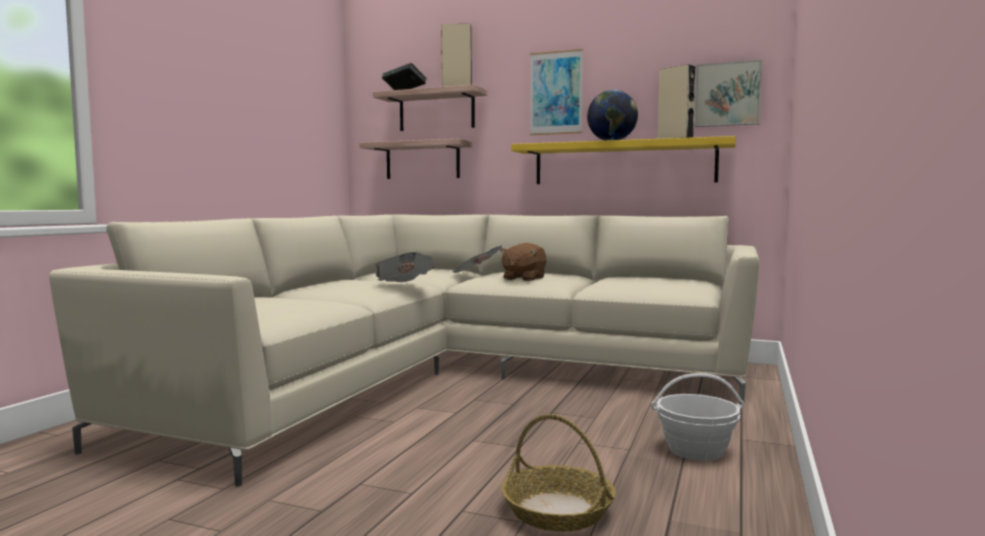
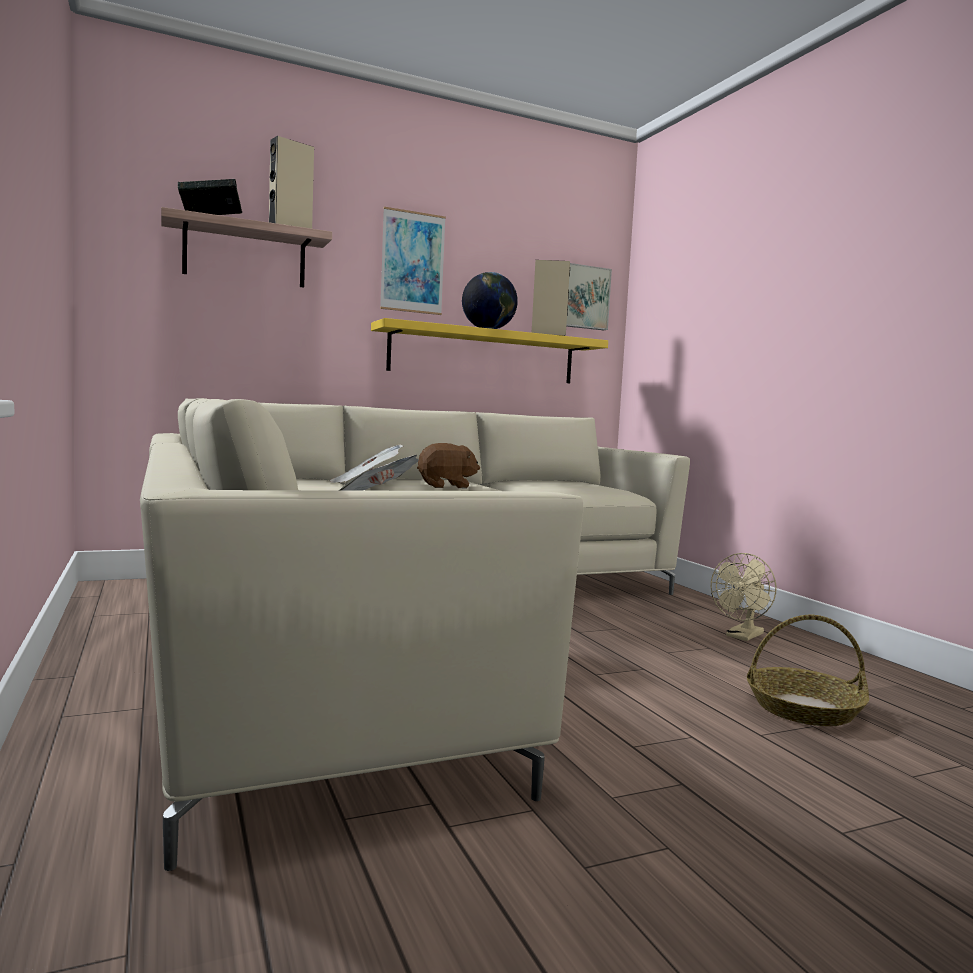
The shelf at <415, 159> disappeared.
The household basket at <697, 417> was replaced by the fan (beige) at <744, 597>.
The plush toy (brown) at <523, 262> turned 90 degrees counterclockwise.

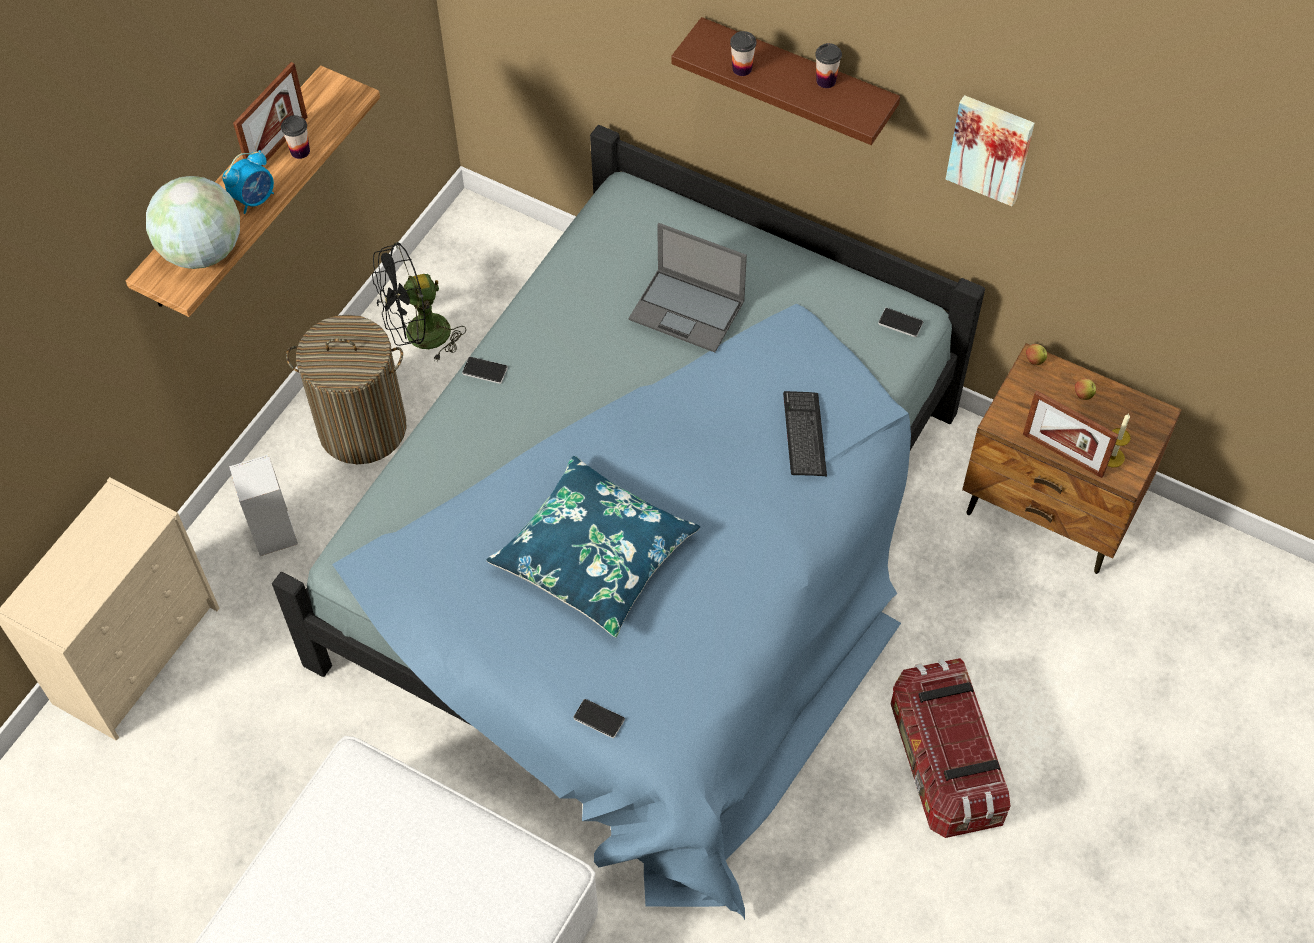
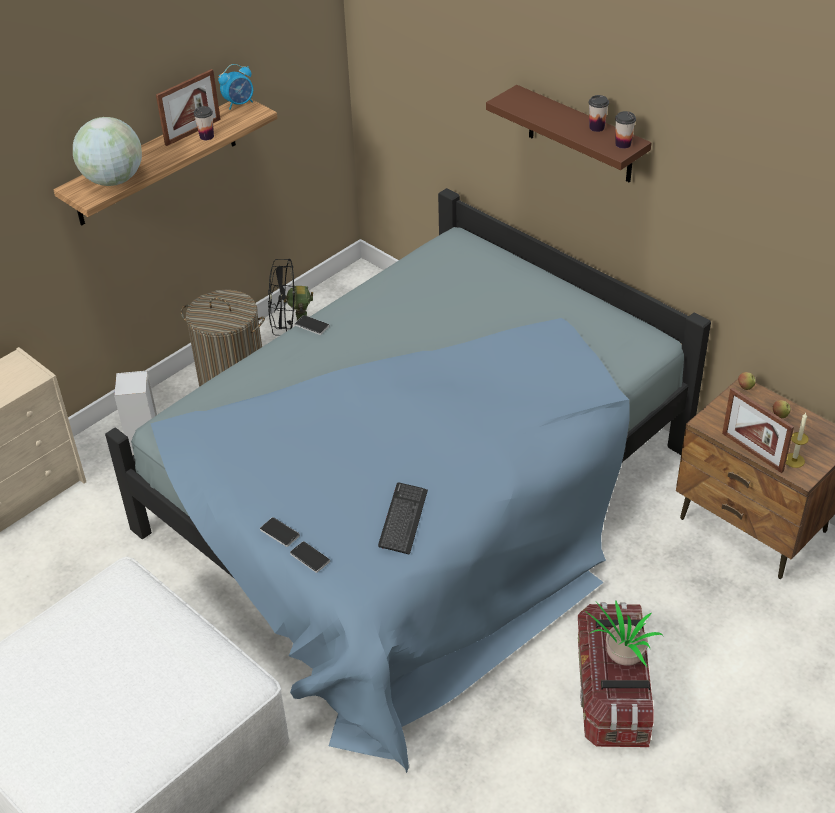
The throw pillow (blue) at <593, 547> disappeared.
The notebook computer at <688, 287> disappeared.
The wall picture at <990, 150> disappeared.
The plant in a pot at <625, 633> appeared.
The table clock moved from <248, 182> to <235, 87>.
The drinking cup moved from <743, 53> to <625, 130>.
The PC keyboard moved from <805, 433> to <403, 518>.
The phone moved from <900, 322> to <280, 532>.

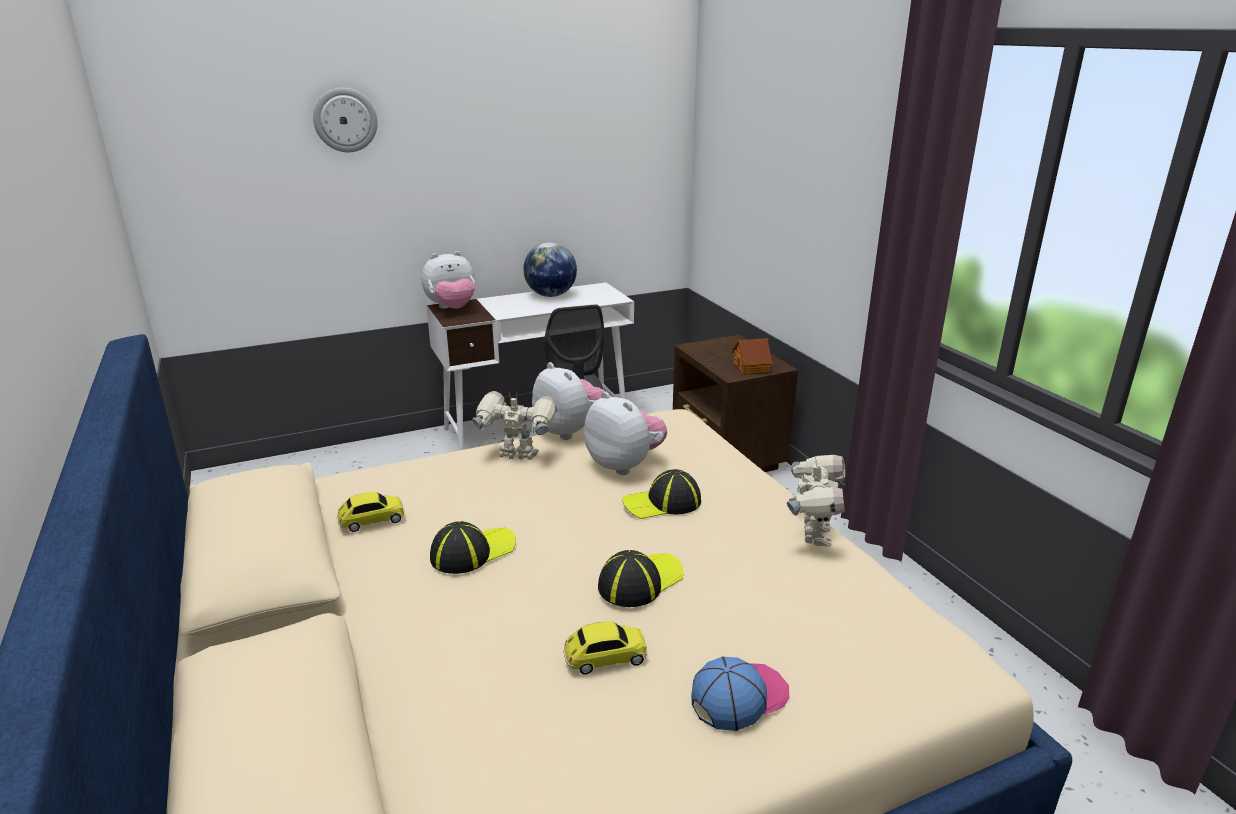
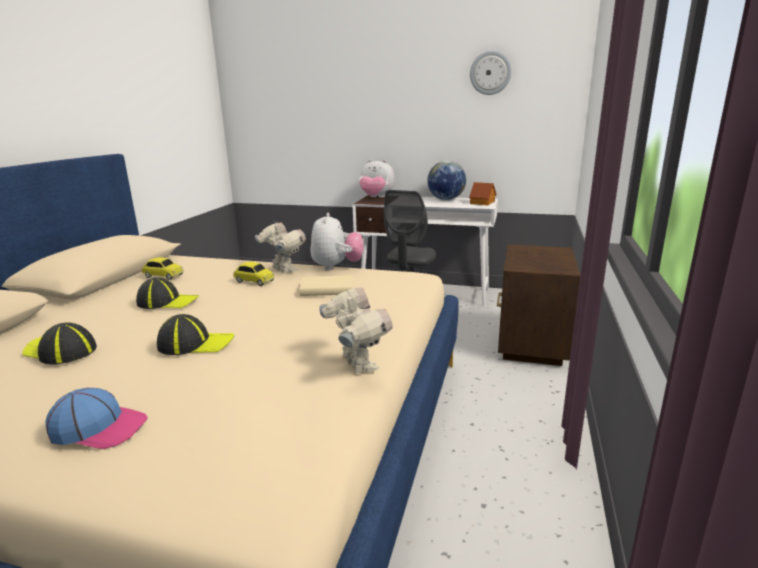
The wall clock moved from <345, 120> to <491, 72>.
The toy car moved from <605, 648> to <254, 274>.
The baseball cap moved from <661, 494> to <59, 343>.
The model house moved from <752, 356> to <483, 193>.
The plush toy at <625, 433> was replaced by the book (beige) at <326, 285>.
The robot figure at <816, 500> turned 75 degrees counterclockwise.

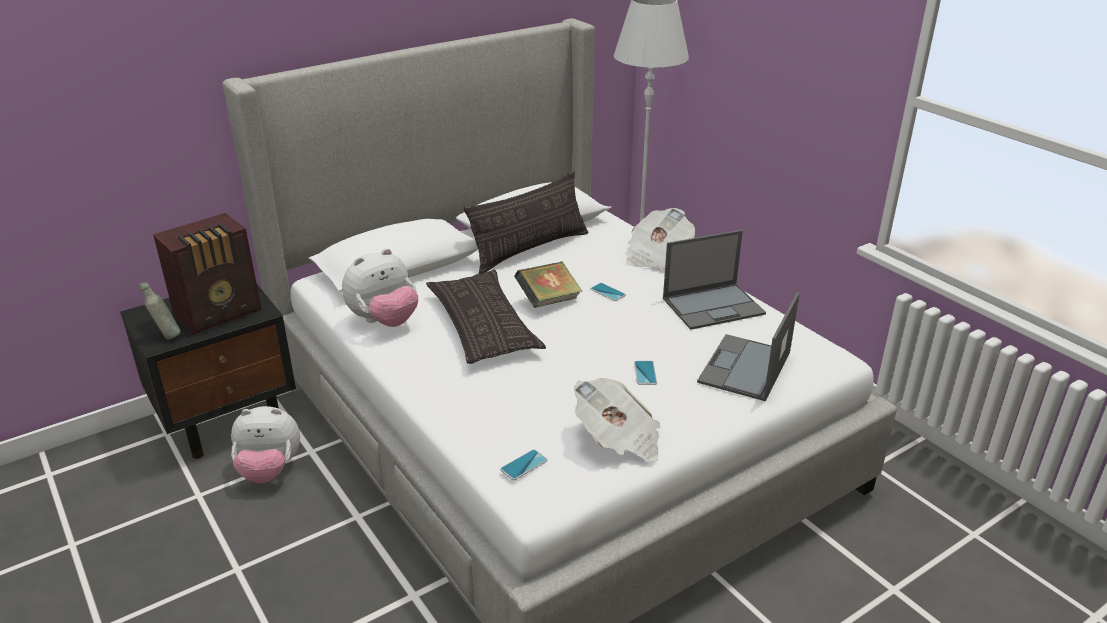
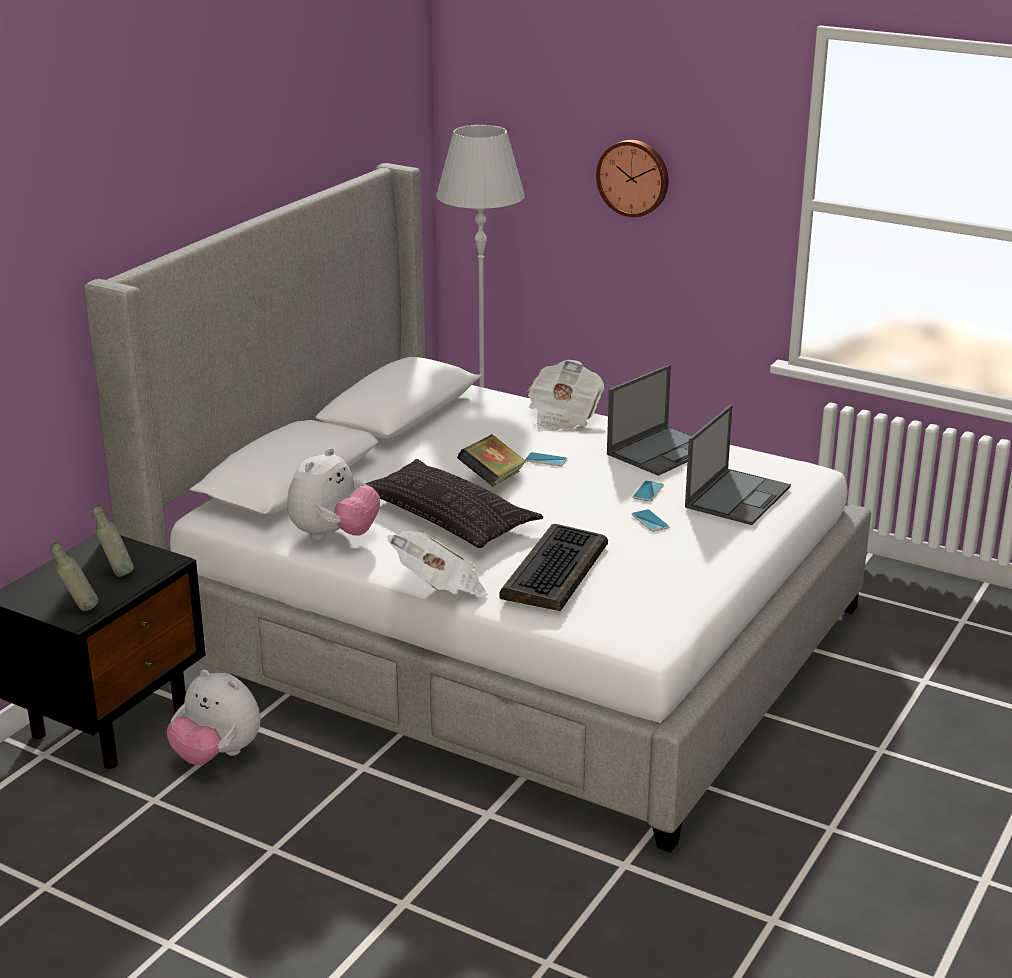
The throw pillow at <526, 222> disappeared.
The PC keyboard at <554, 567> appeared.
The wall clock at <632, 178> appeared.
The phone moved from <524, 464> to <648, 491>.
The printed paper moved from <617, 420> to <437, 563>.
The radio set at <207, 274> was replaced by the drink bottle (greyish) at <113, 541>.
The plush toy at <265, 444> turned 60 degrees clockwise.
The notebook computer at <748, 346> turned 150 degrees counterclockwise.

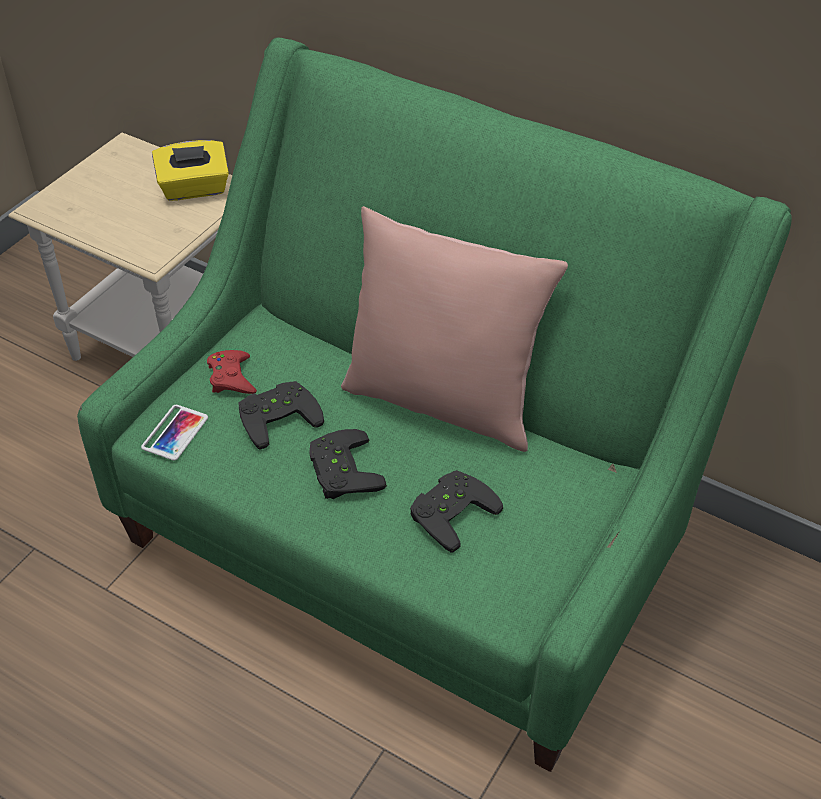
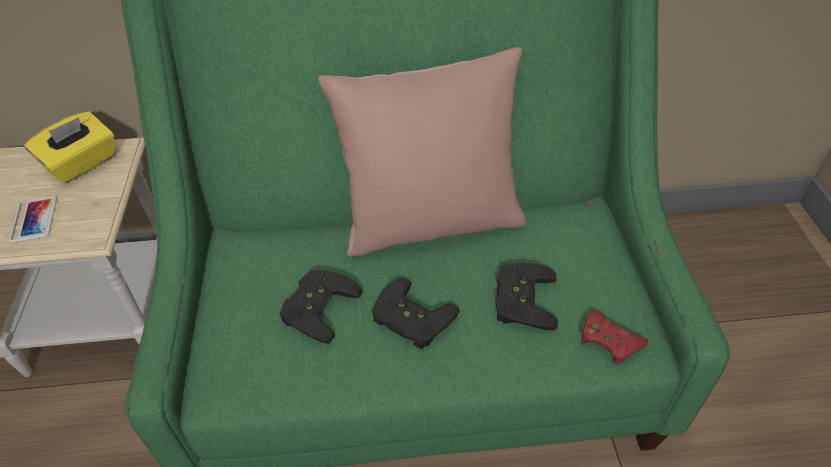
The phone moved from <174, 433> to <33, 219>.
The gamepad (red-coloured) moved from <232, 372> to <614, 337>.

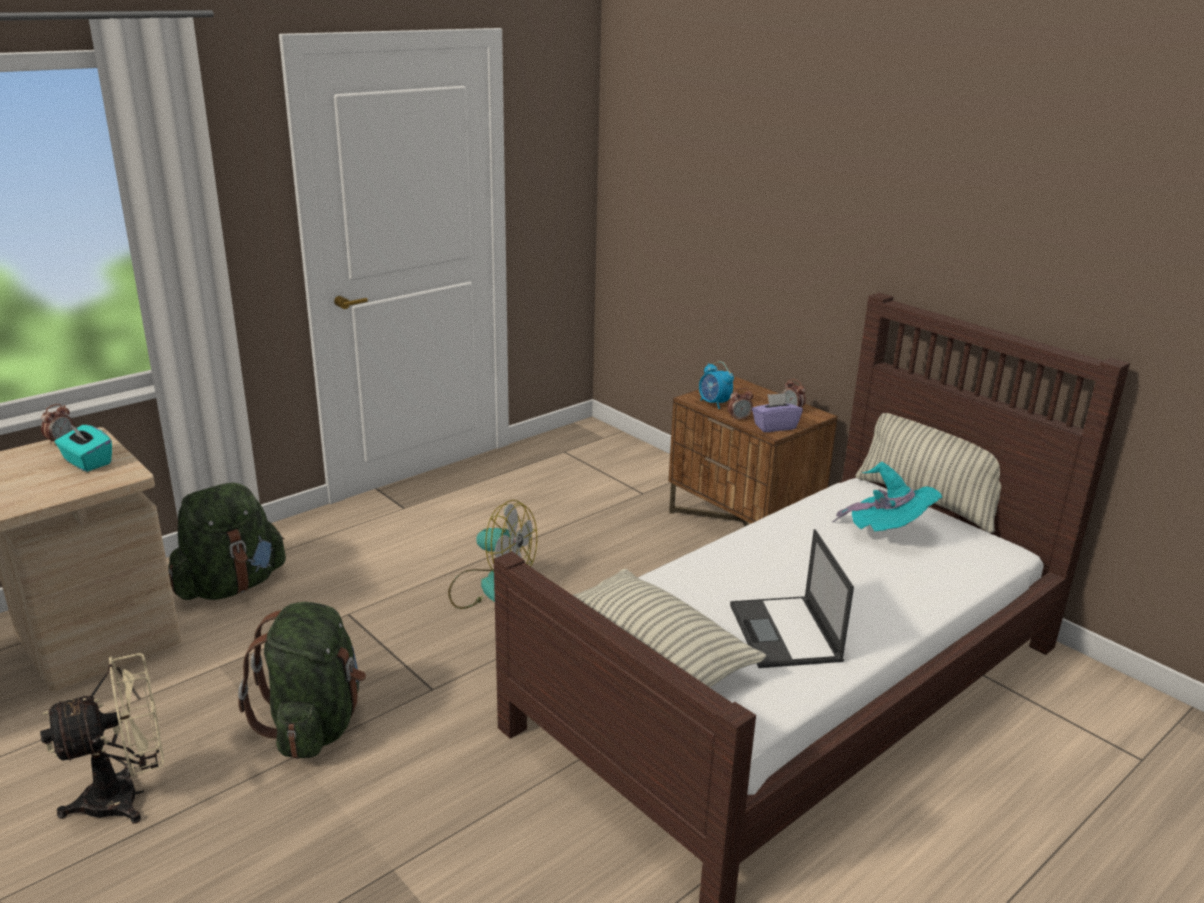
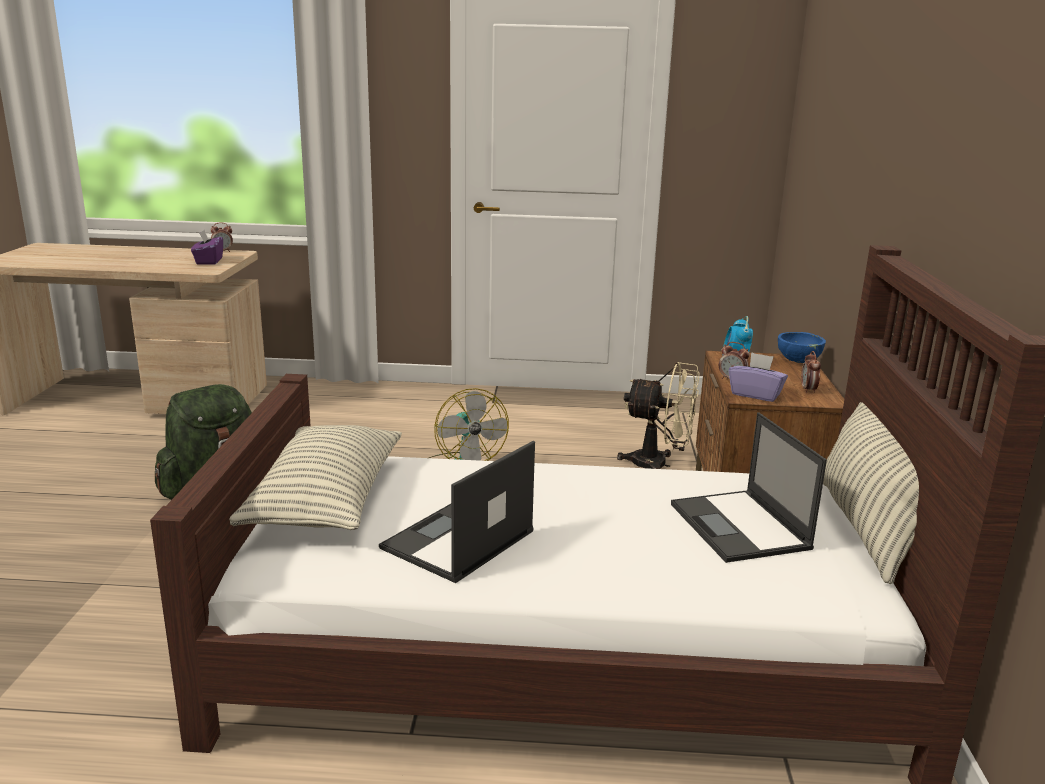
The backpack (greenish) at <227, 541> disappeared.
The deep dish (blue) at <802, 347> appeared.
The fan (beige) moved from <102, 738> to <658, 415>.
The clothing hat (turquoise) at <887, 496> was replaced by the notebook computer at <749, 487>.
The box of tissues (turquoise) at <83, 447> became the box of tissues (purplish) at <207, 247>.

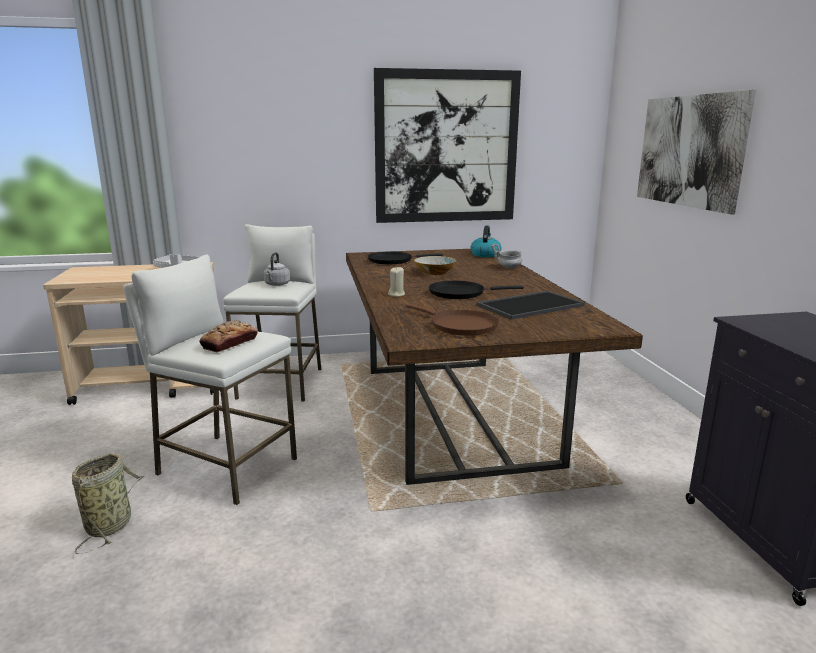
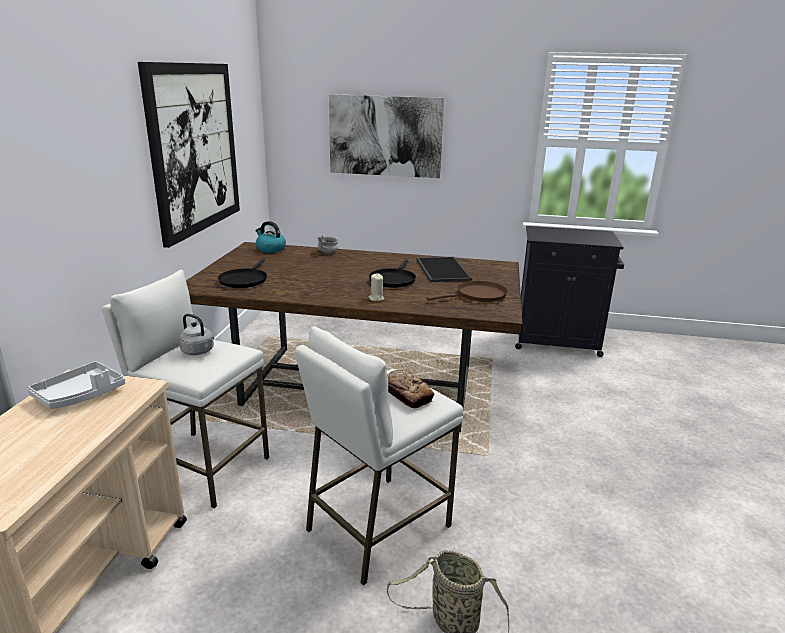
The deep dish at <435, 265> disappeared.

